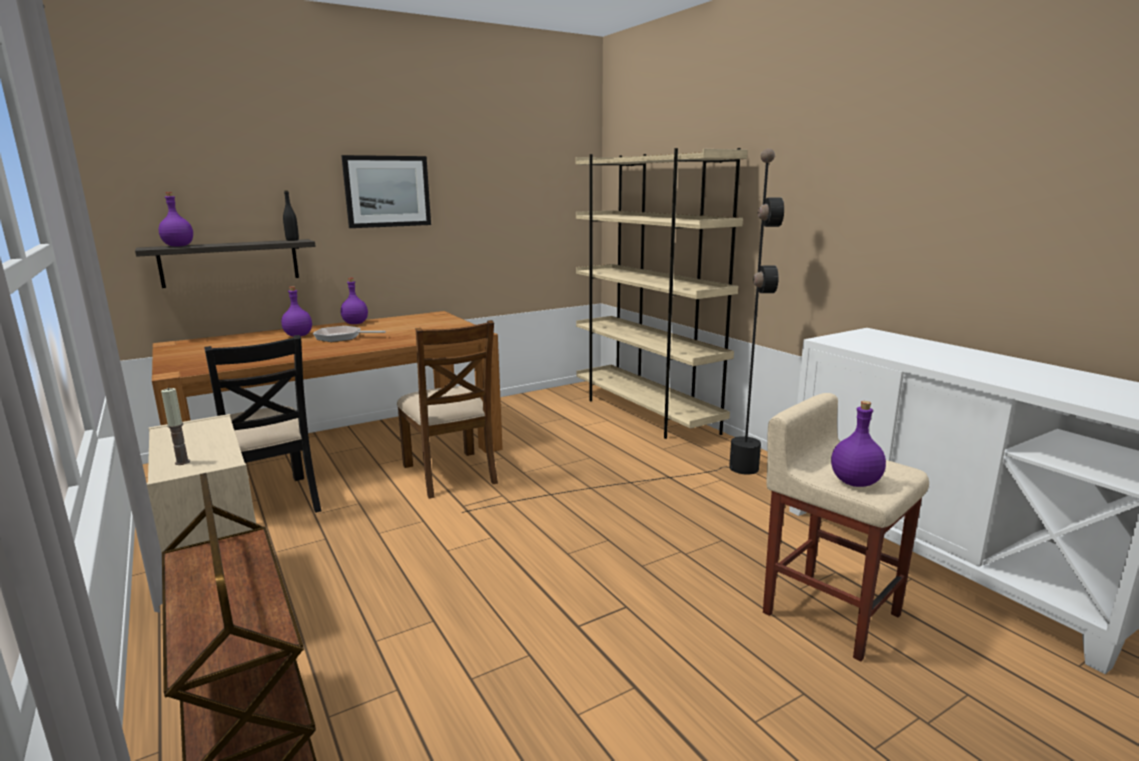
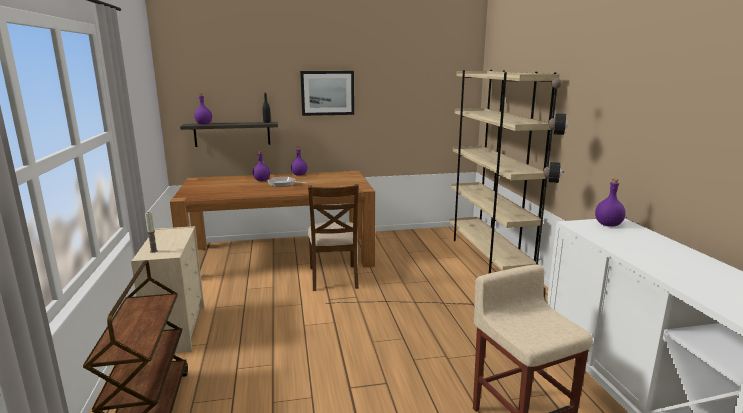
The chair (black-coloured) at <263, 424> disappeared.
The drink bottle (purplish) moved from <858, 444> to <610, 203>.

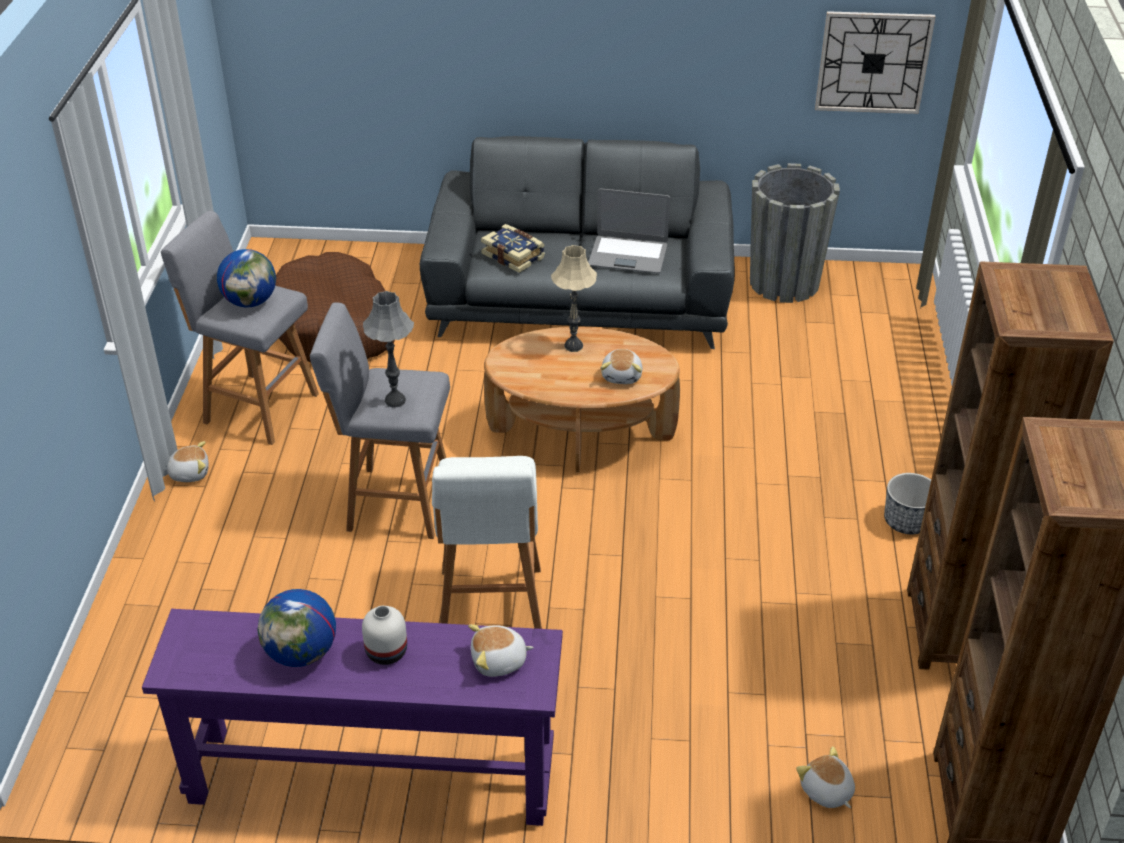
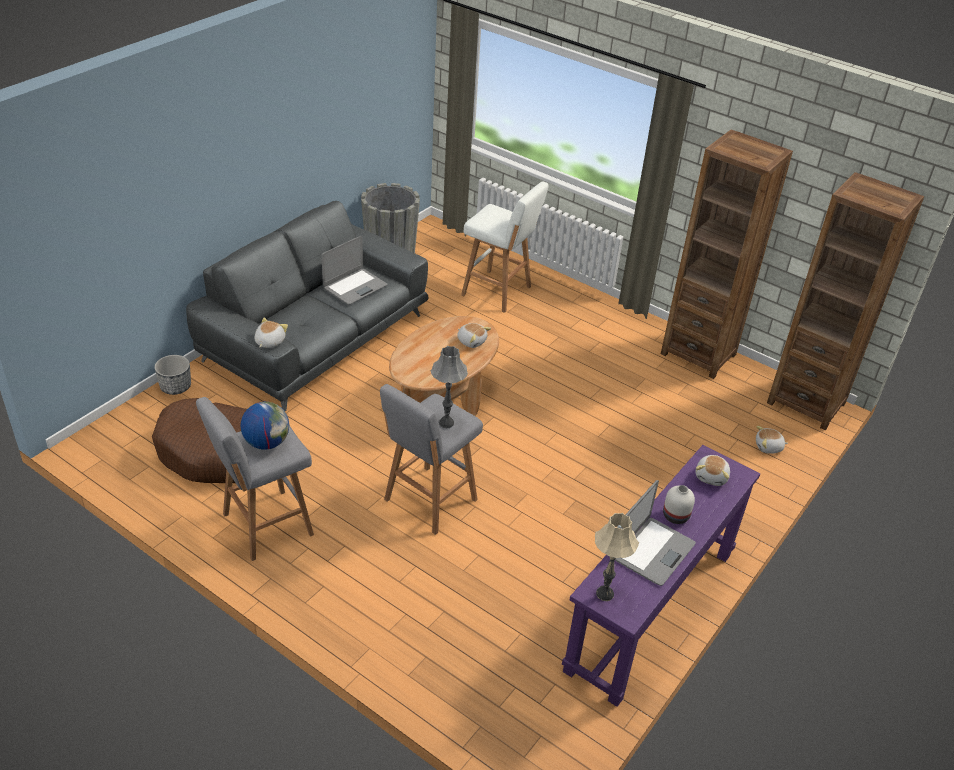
The book at <513, 248> disappeared.
The wall clock at <875, 62> disappeared.
The plush toy moved from <188, 461> to <271, 332>.
The stool (white-coloured) moved from <487, 542> to <505, 247>.
The table lamp (beige) moved from <574, 298> to <617, 557>.
The flower pot moved from <907, 503> to <172, 375>.
The desk globe at <297, 628> was replaced by the notebook computer at <655, 533>.

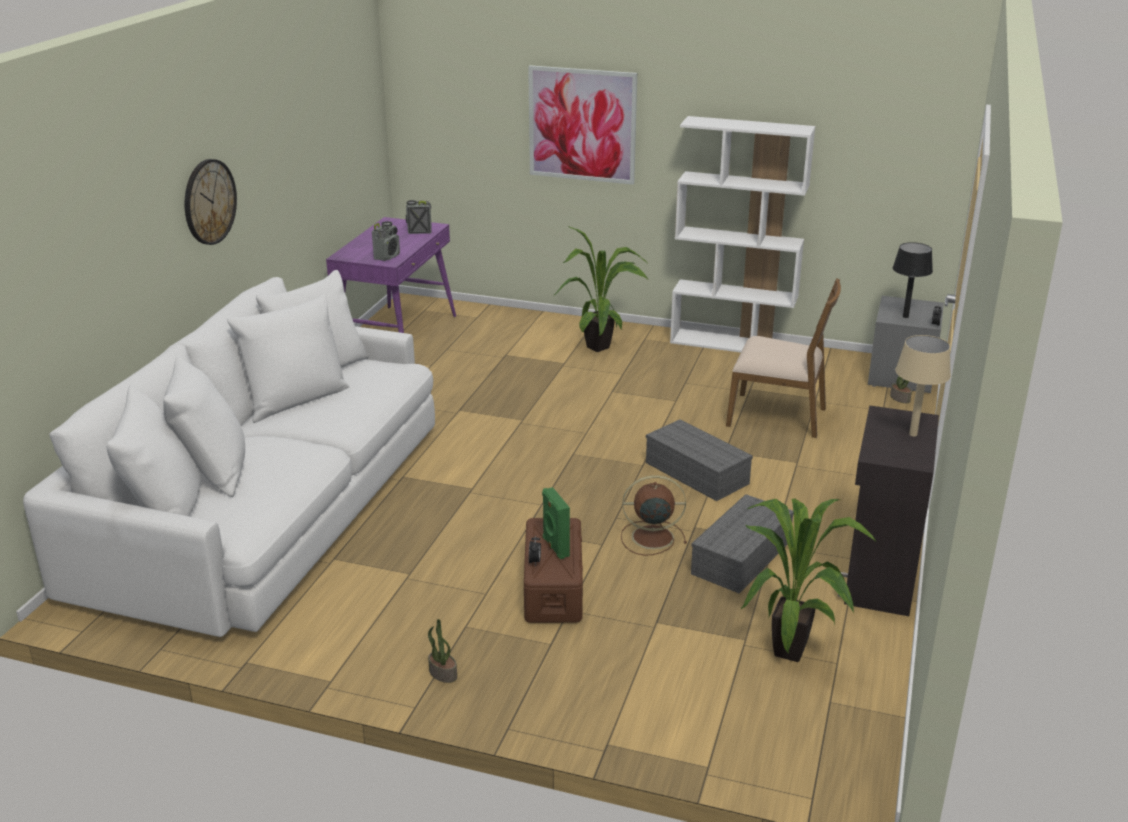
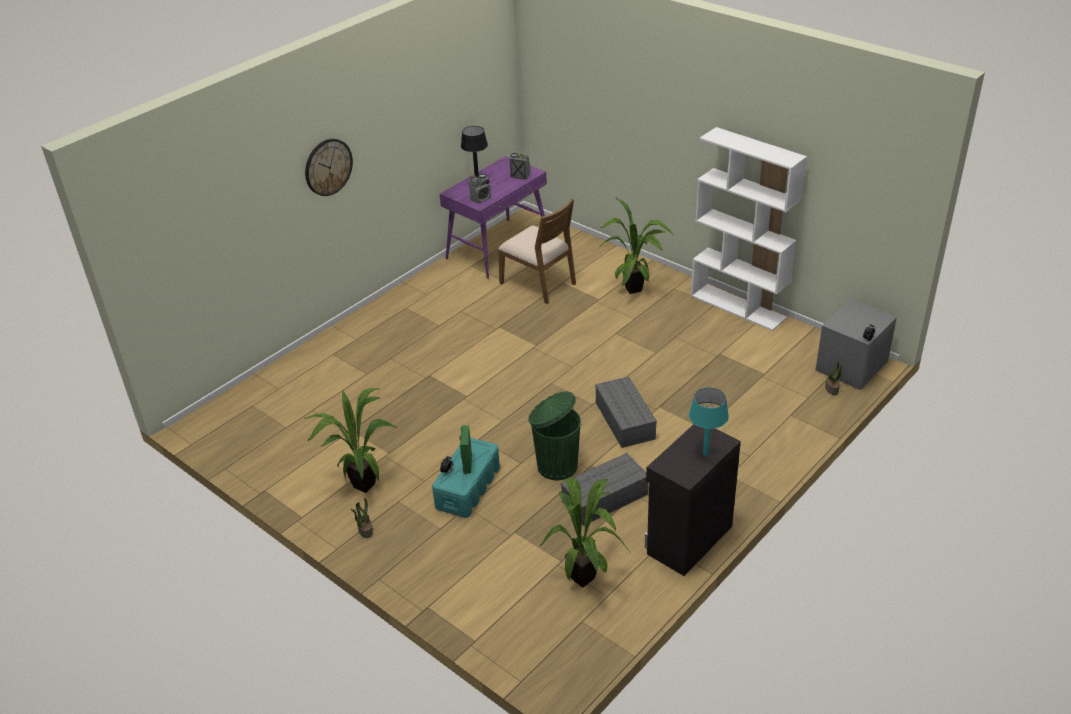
The settee (white-coloured) at <229, 453> disappeared.
The wall picture at <582, 125> disappeared.
The plant in a pot at <350, 440> appeared.
The chair (brown) moved from <783, 358> to <537, 251>.
The table lamp (black-coloured) moved from <913, 280> to <474, 151>.
The fan (brown) at <654, 515> was replaced by the waste bin (greenish) at <554, 435>.
The storage box (brown) at <553, 570> became the storage box (turquoise) at <466, 478>.
The table lamp (beige) at <923, 385> became the table lamp (turquoise) at <709, 421>.

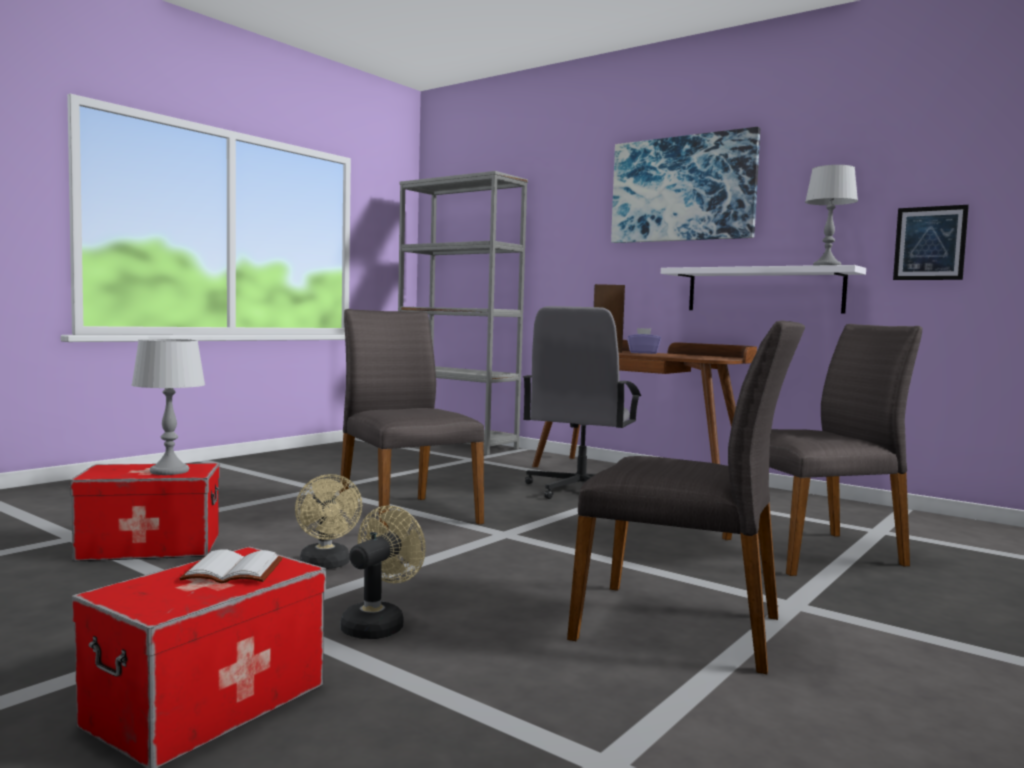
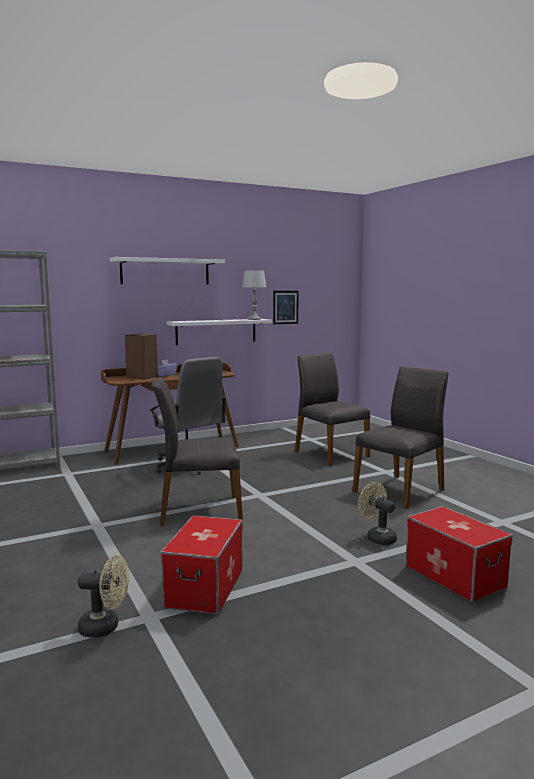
The table lamp (greyish) at <168, 407> disappeared.
The book (white-coloured) at <231, 566> disappeared.
The fan (beige) moved from <328, 521> to <103, 596>.
The wall picture at <685, 185> was replaced by the shelf (white-coloured) at <167, 271>.
The chair (greyish) at <822, 450> turned 45 degrees counterclockwise.

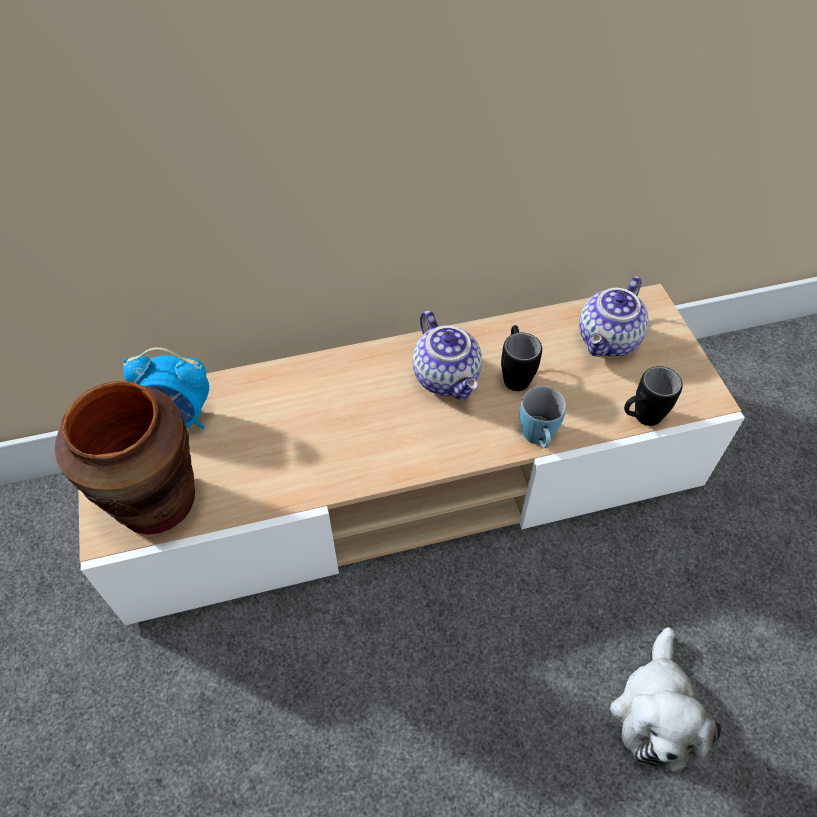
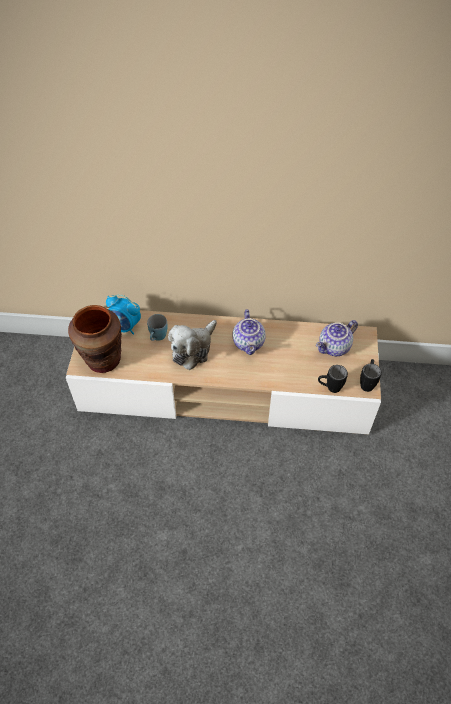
The coffee mug (black-coloured) moved from <521, 358> to <371, 375>.
The coffee mug (blue) moved from <543, 417> to <157, 327>.
The plush toy moved from <666, 699> to <192, 345>.

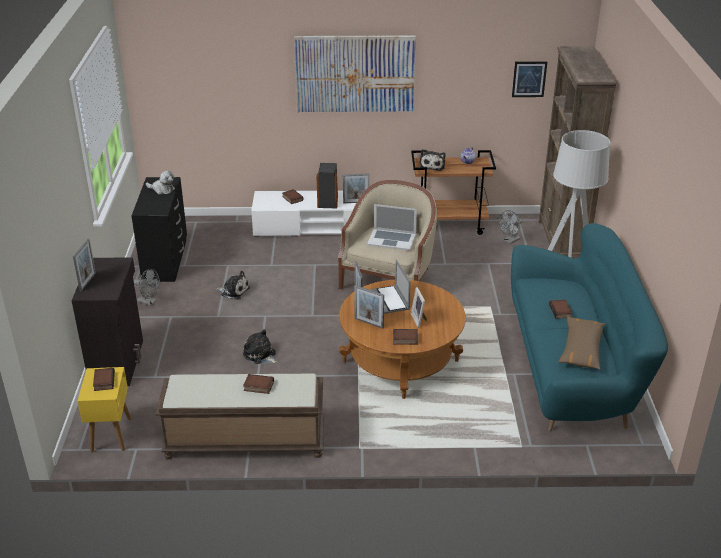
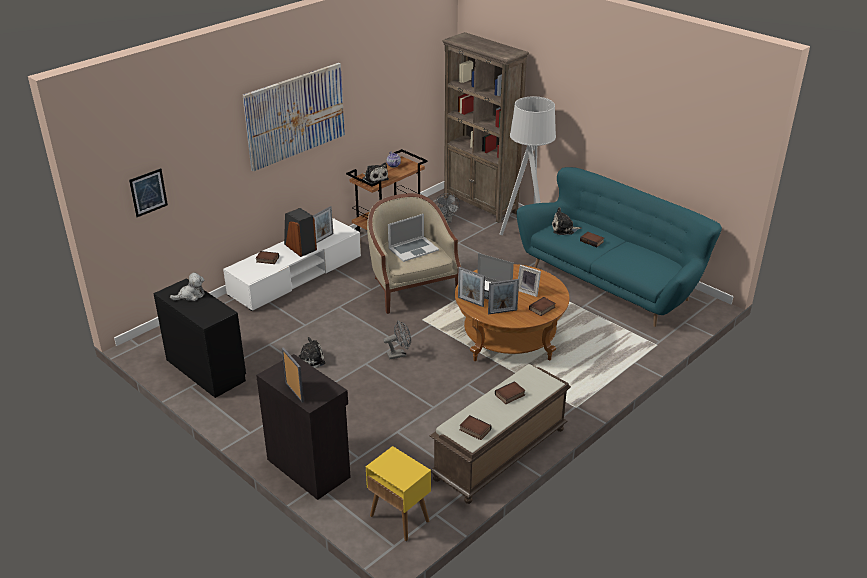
The throw pillow (brown) at <582, 342> disappeared.
The book moved from <104, 379> to <475, 427>.
The fan (greyish) moved from <147, 287> to <397, 340>.
The plush toy moved from <260, 346> to <567, 221>.
The wall picture moved from <529, 79> to <148, 192>.

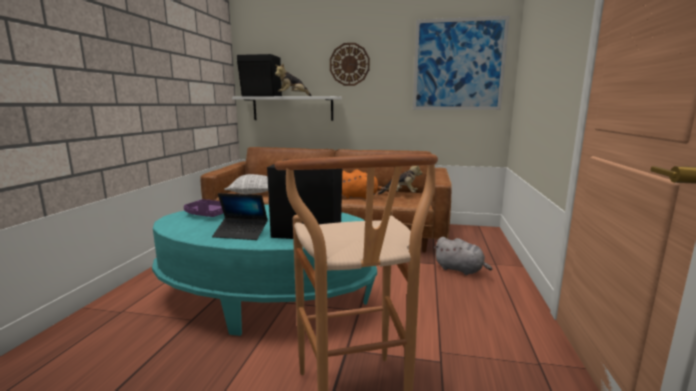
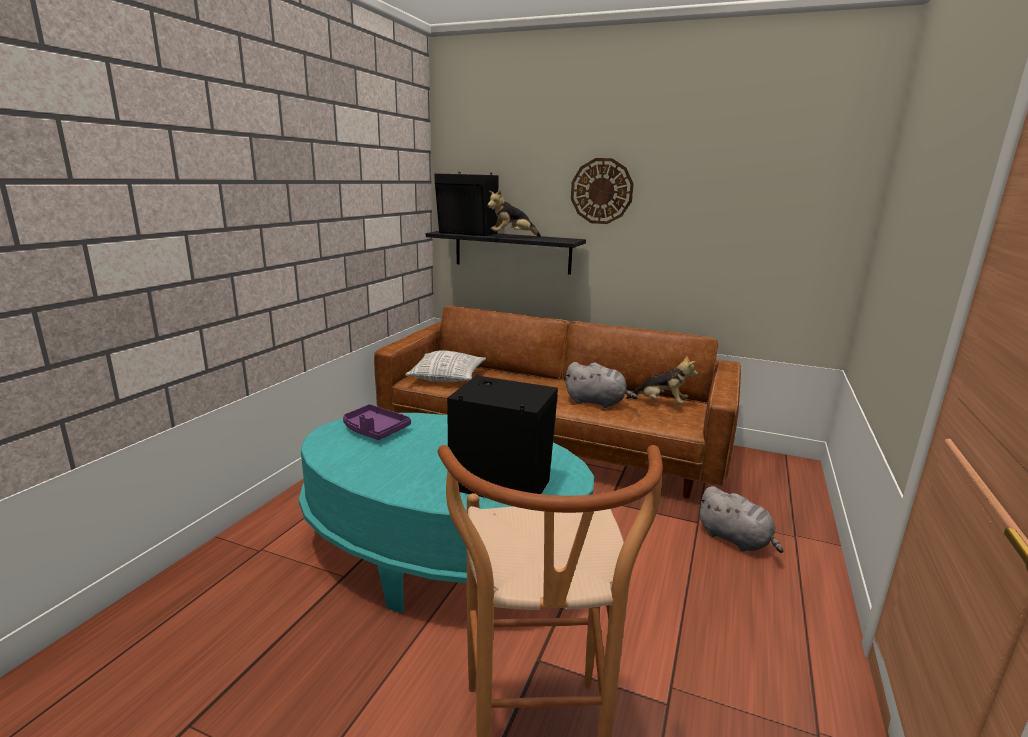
The notebook computer at <240, 216> disappeared.
The wall picture at <461, 63> disappeared.
The shelf (white-coloured) at <287, 108> became the shelf (black-coloured) at <506, 253>.
The plush toy (orange) at <364, 184> became the plush toy (greyish) at <601, 385>.

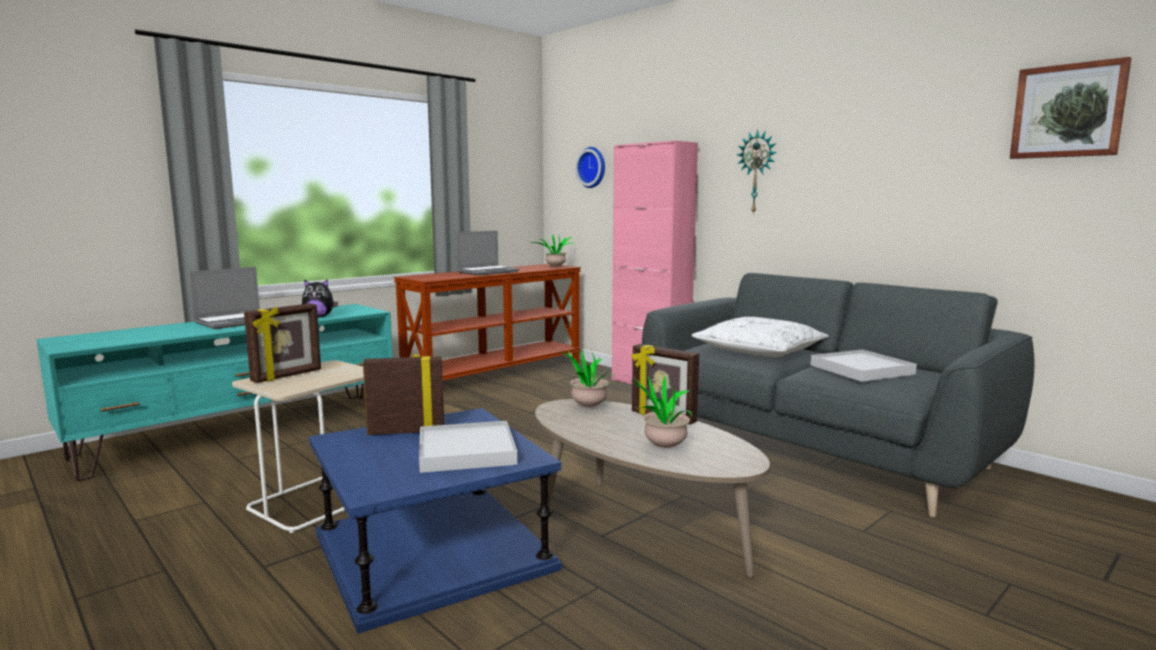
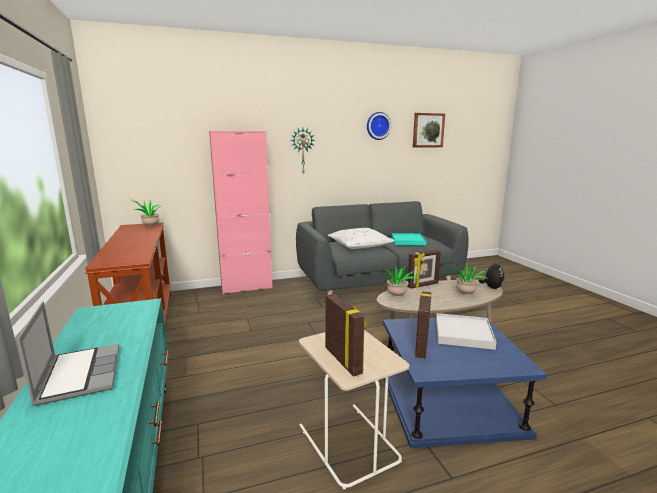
The notebook computer at <487, 253> disappeared.
The plush toy moved from <320, 298> to <491, 274>.
The wall clock moved from <590, 167> to <379, 126>.
The serving tray (white-coloured) at <864, 366> became the serving tray (turquoise) at <409, 239>.

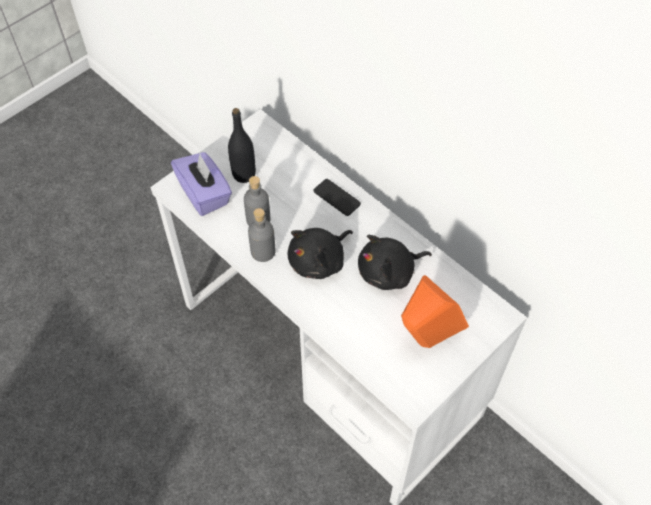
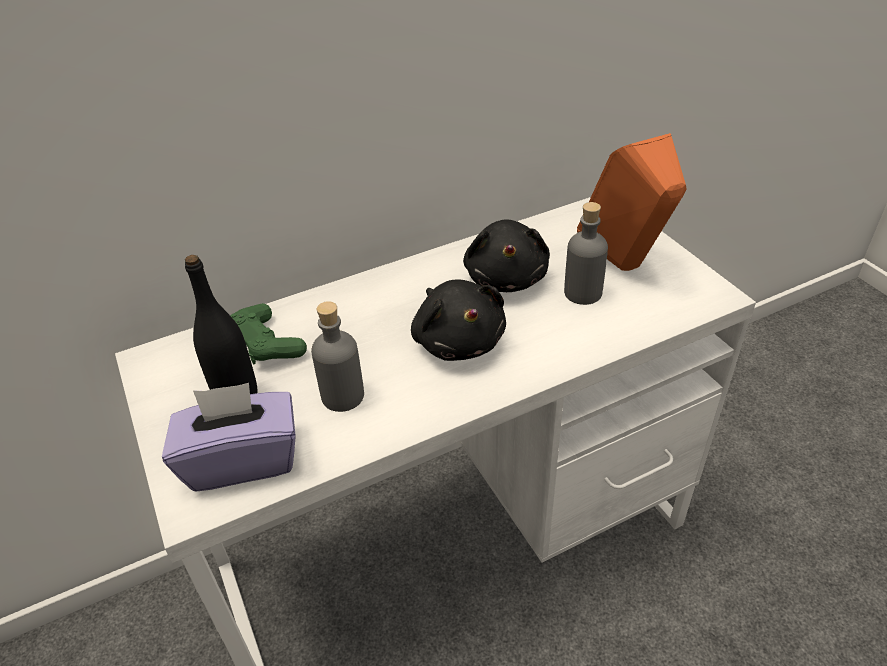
The phone at <337, 197> disappeared.
The gamepad (greenish) at <268, 333> appeared.
The drink bottle (greyish) moved from <262, 235> to <586, 253>.

